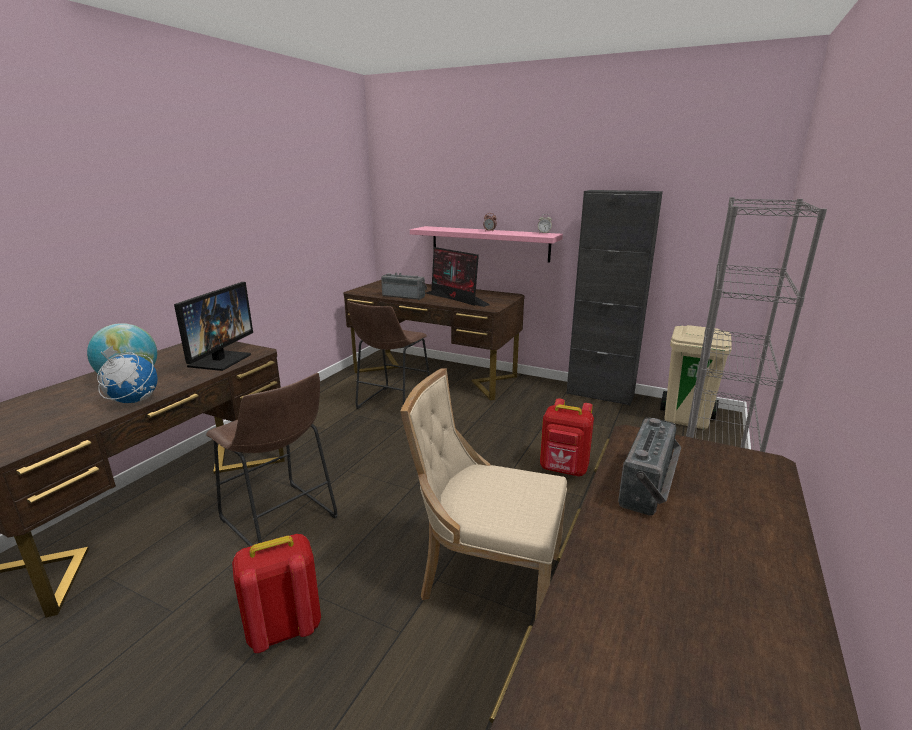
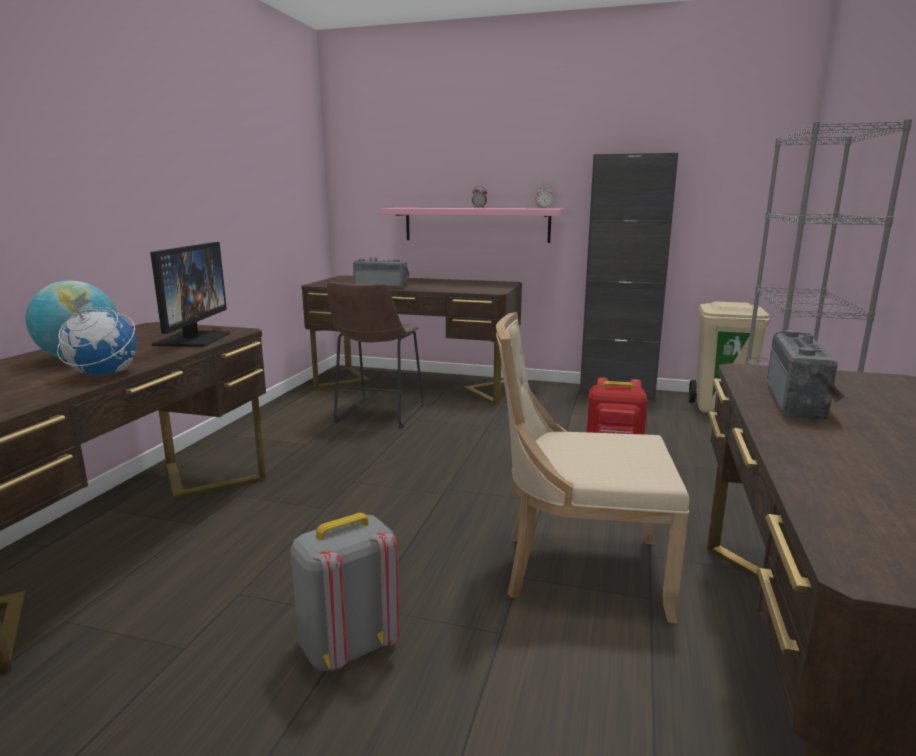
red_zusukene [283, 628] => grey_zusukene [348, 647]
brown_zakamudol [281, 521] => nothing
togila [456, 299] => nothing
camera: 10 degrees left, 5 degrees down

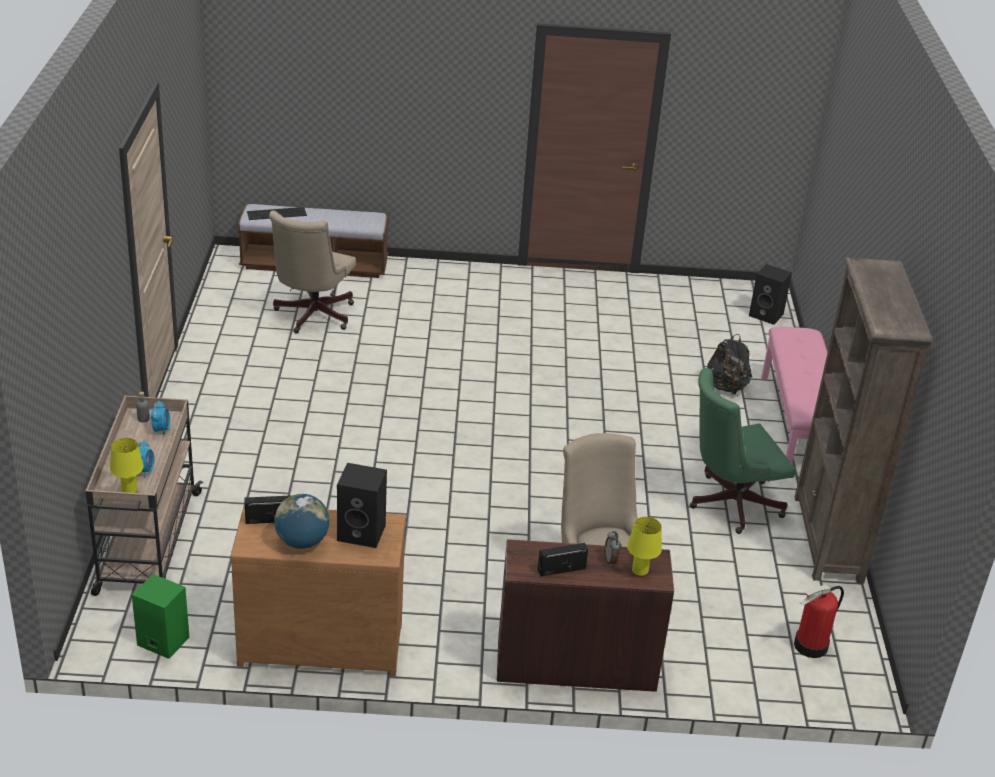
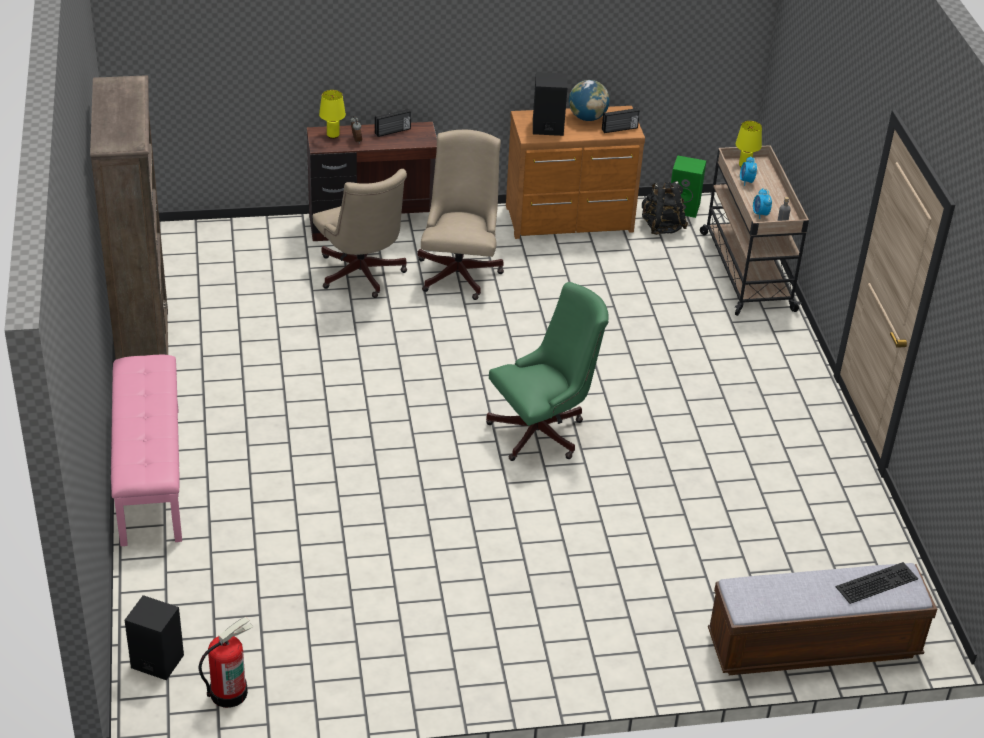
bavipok [811, 646] => bavipok [228, 692], move
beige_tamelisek [311, 316] => beige_tamelisek [460, 271], move
green_tamelisek [729, 503] => green_tamelisek [543, 431], move
black_zusukene [726, 387] => black_zusukene [662, 227], move
camera: 170 degrees right, 5 degrees up

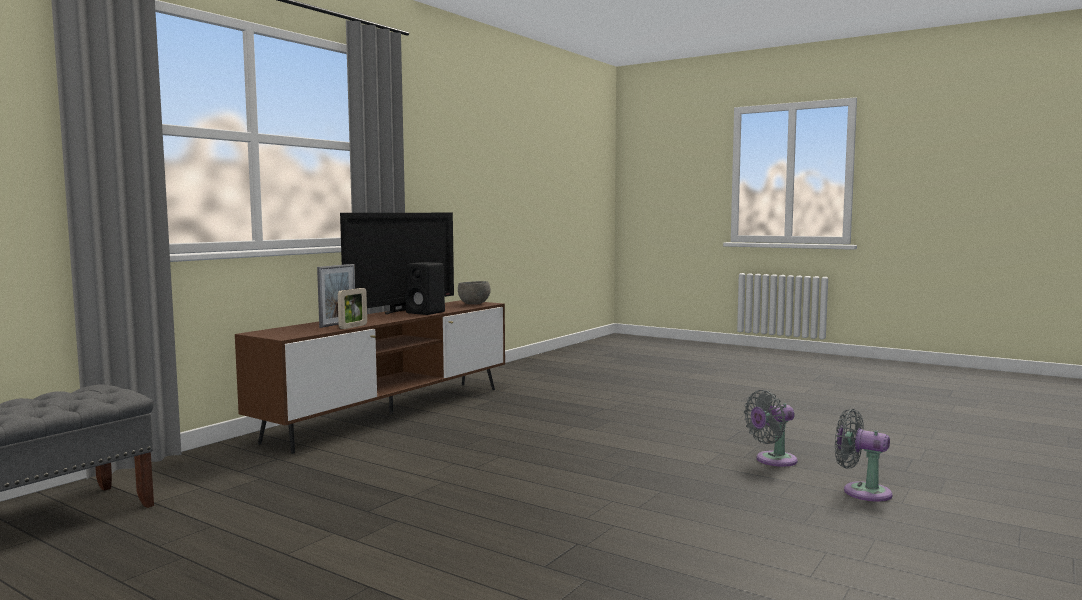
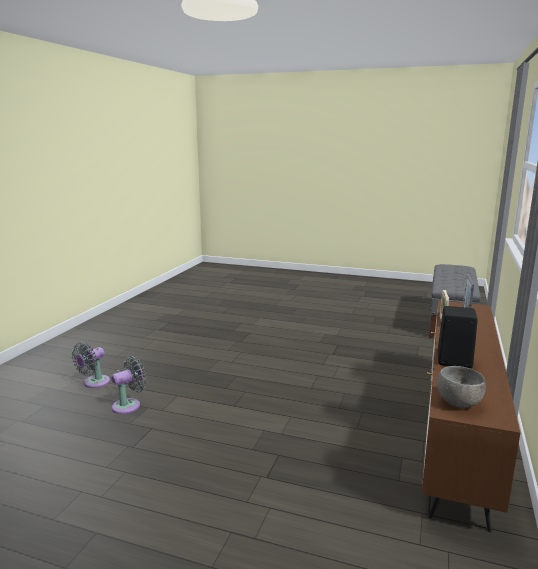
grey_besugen [861, 491] => grey_besugen [94, 383], 105 degrees clockwise
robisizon [401, 311] => nothing
camera: 165 degrees right, 10 degrees up

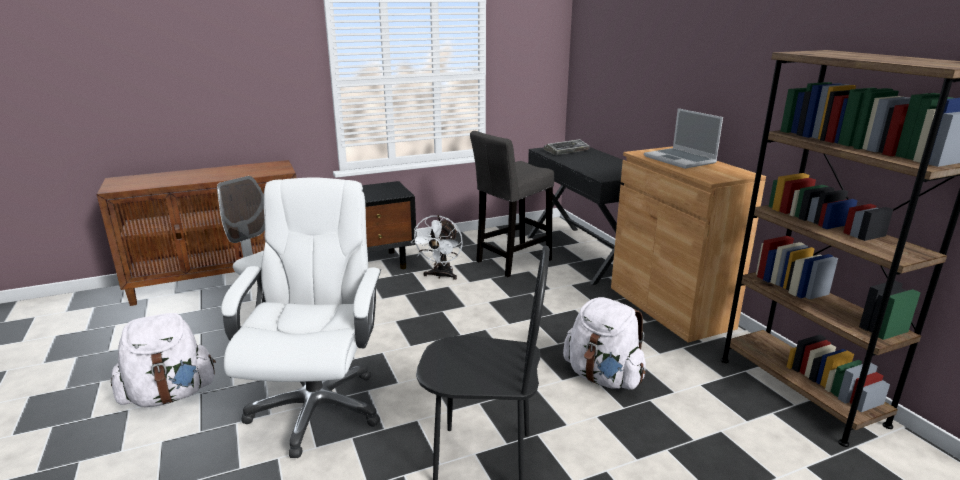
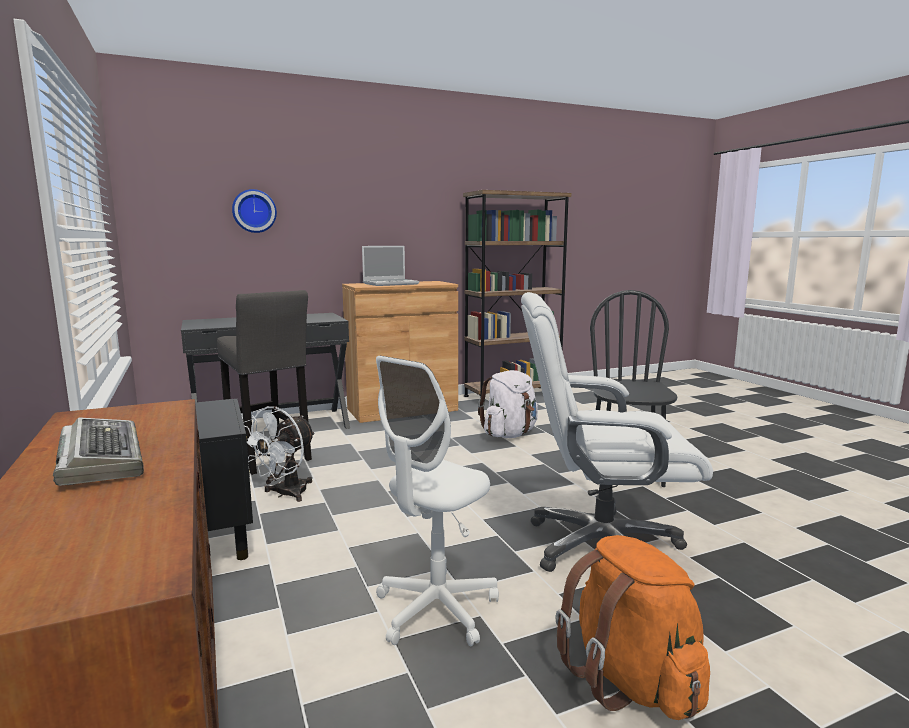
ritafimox [567, 151] => ritafimox [100, 459], move
nothing => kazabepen [254, 211]
white_besugen [440, 276] => white_besugen [285, 494], 105 degrees clockwise
white_zusukene [170, 395] => orange_zusukene [630, 680]
camera: 90 degrees left, 10 degrees down

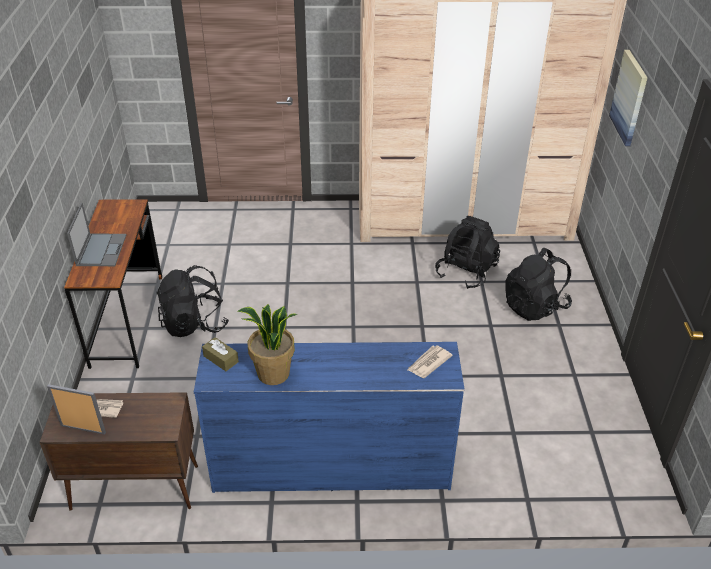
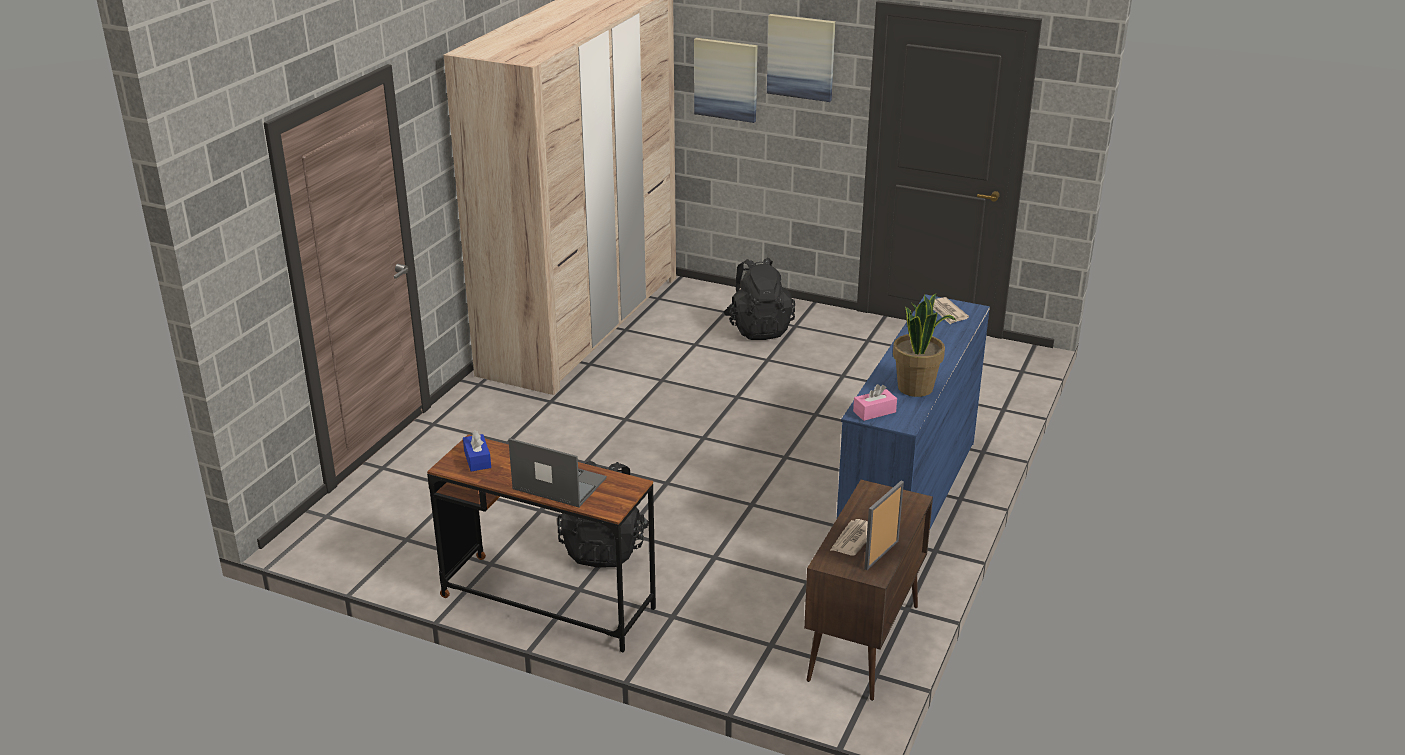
nothing => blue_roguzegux [477, 459]
nothing => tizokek [801, 57]
brown_roguzegux [221, 359] => pink_roguzegux [874, 412]
black_zusukene [466, 272] => nothing
camera: 65 degrees left, 10 degrees down

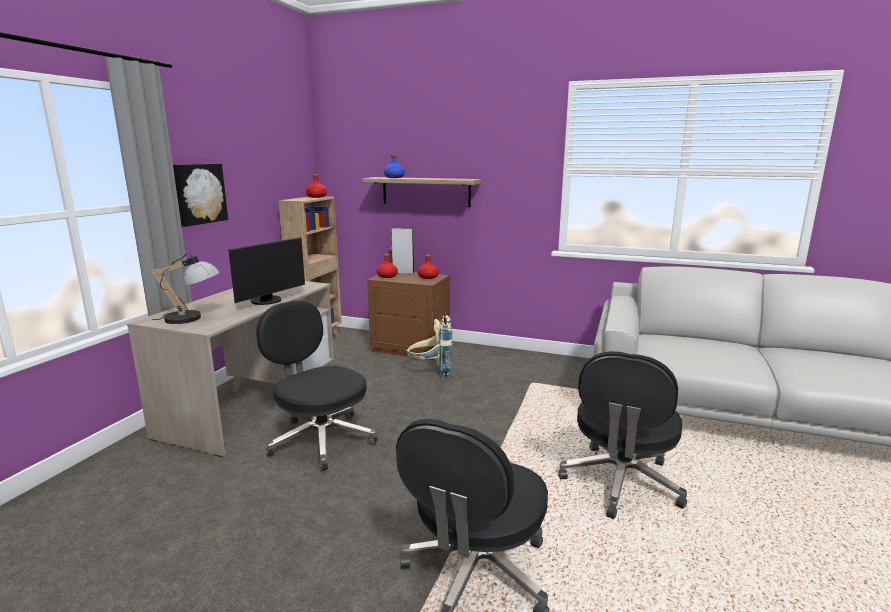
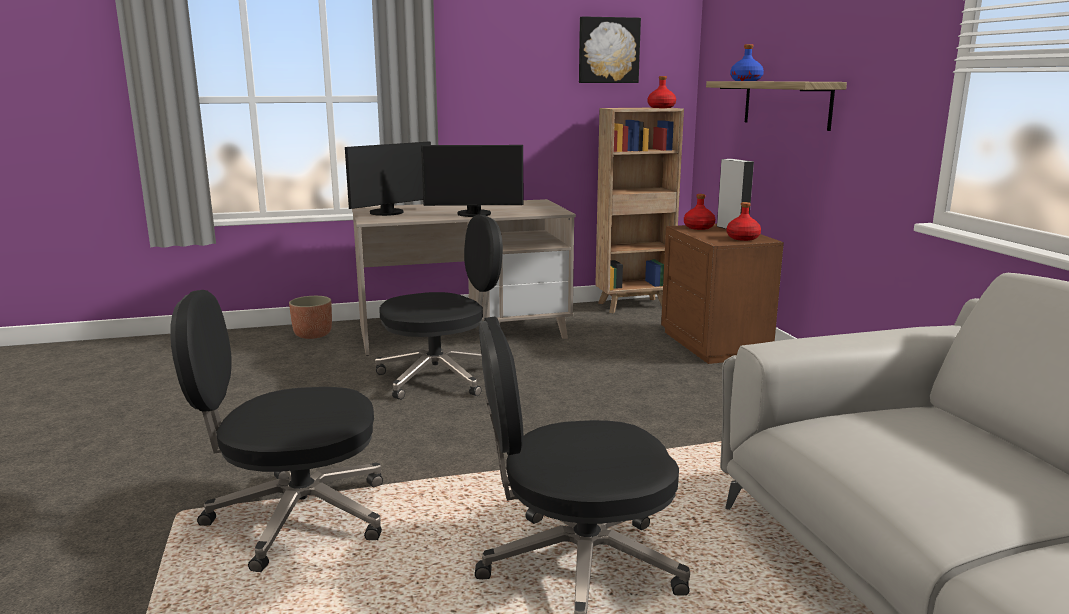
nothing => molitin [313, 334]
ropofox [193, 318] => togila [389, 213]
black_tamelisek [320, 439] => black_tamelisek [441, 377], 60 degrees clockwise
tizokek [199, 193] => tizokek [608, 50], move
beige_zusukene [431, 372] => nothing
camera: 55 degrees right, 0 degrees up

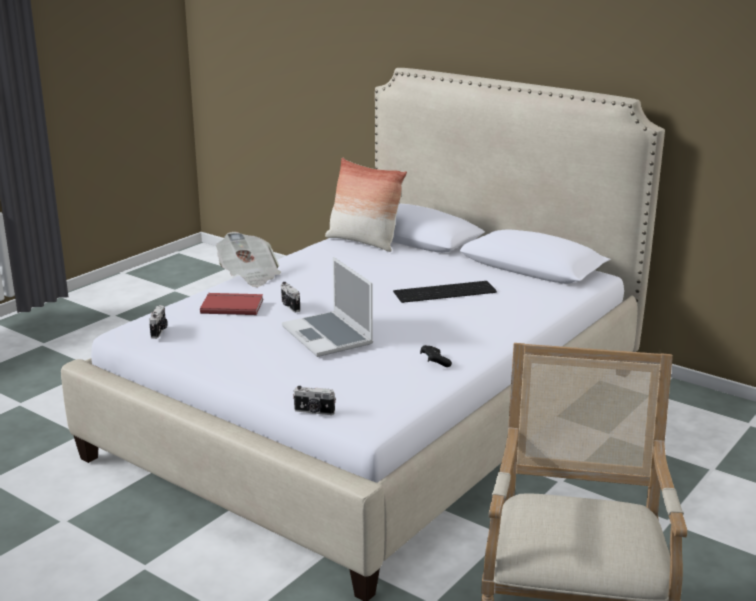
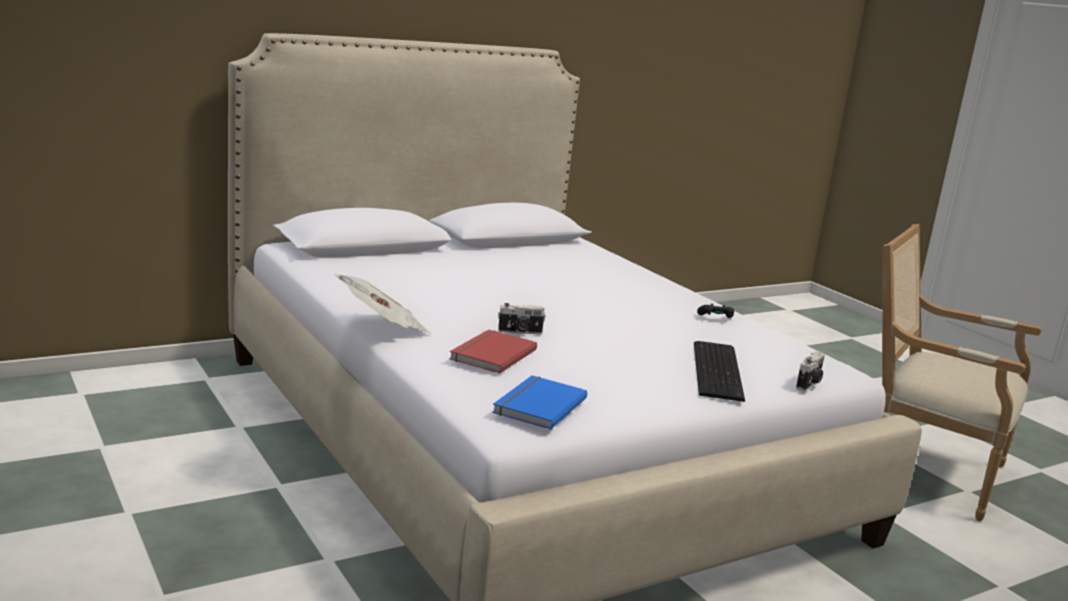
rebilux [159, 331] => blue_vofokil [537, 405]
ritafimox [446, 292] => ritafimox [719, 370], move
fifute [329, 336] => nothing
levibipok [363, 242] => nothing
camera: 70 degrees left, 5 degrees down

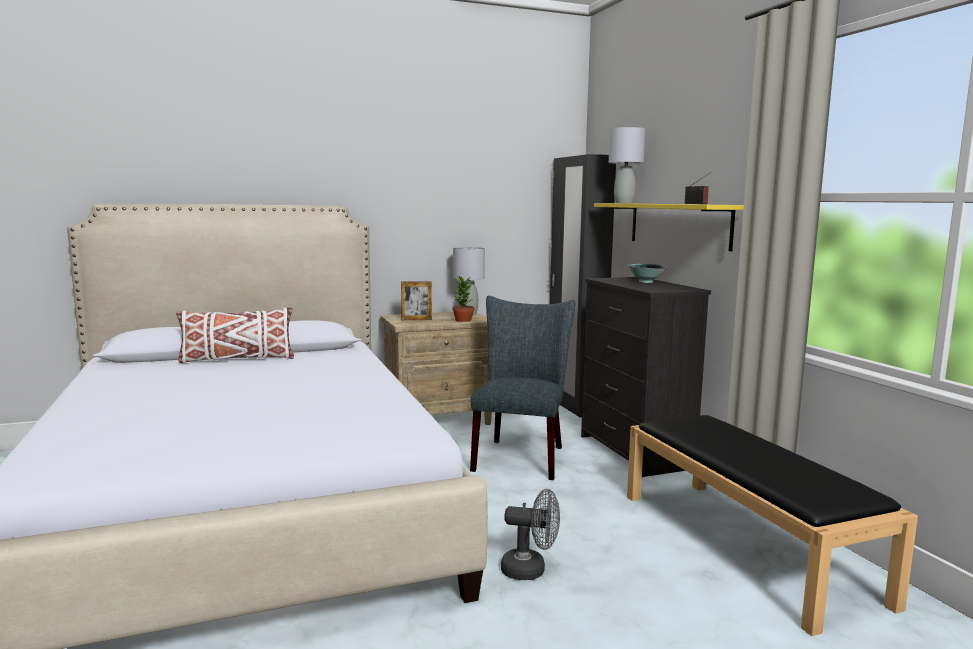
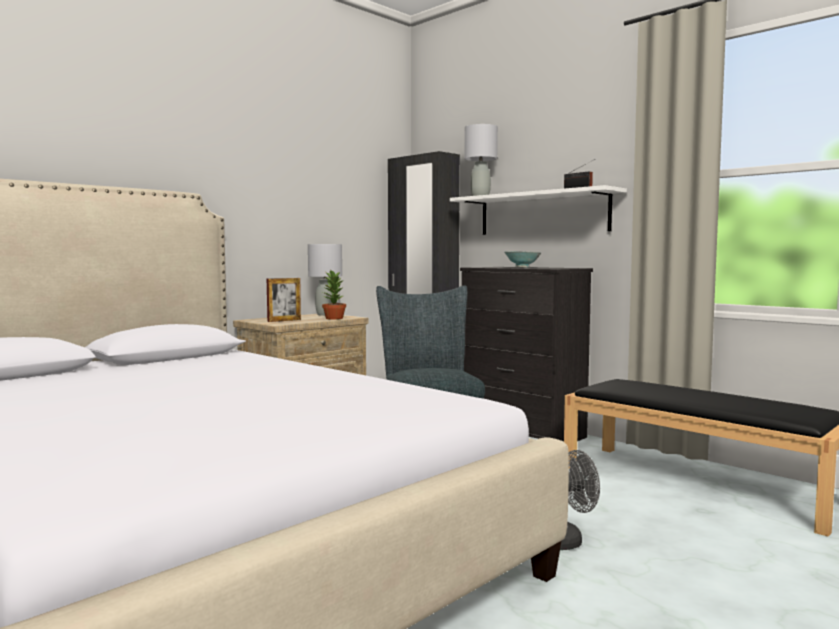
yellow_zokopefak [678, 224] => white_zokopefak [542, 213]
white_levibipok [237, 359] => nothing
camera: 25 degrees left, 5 degrees down

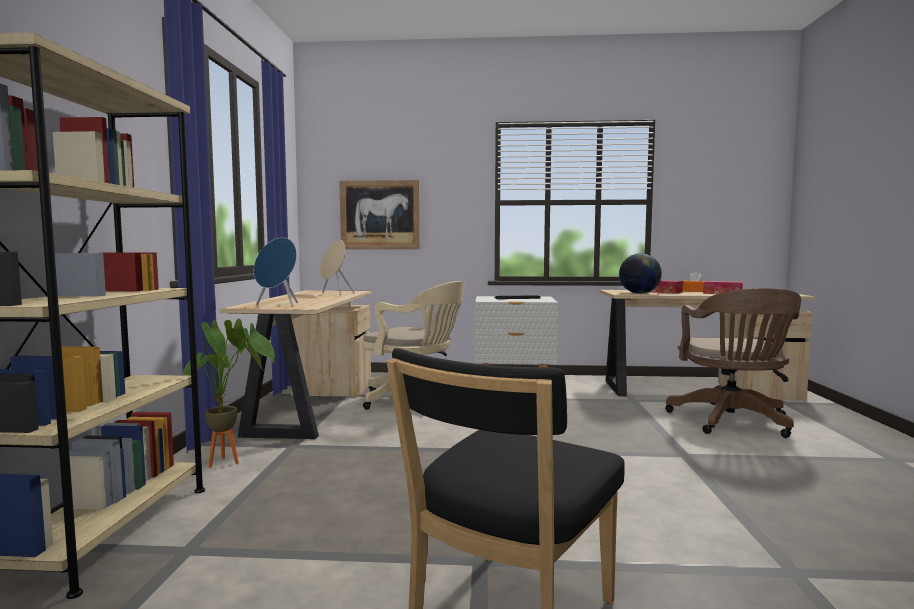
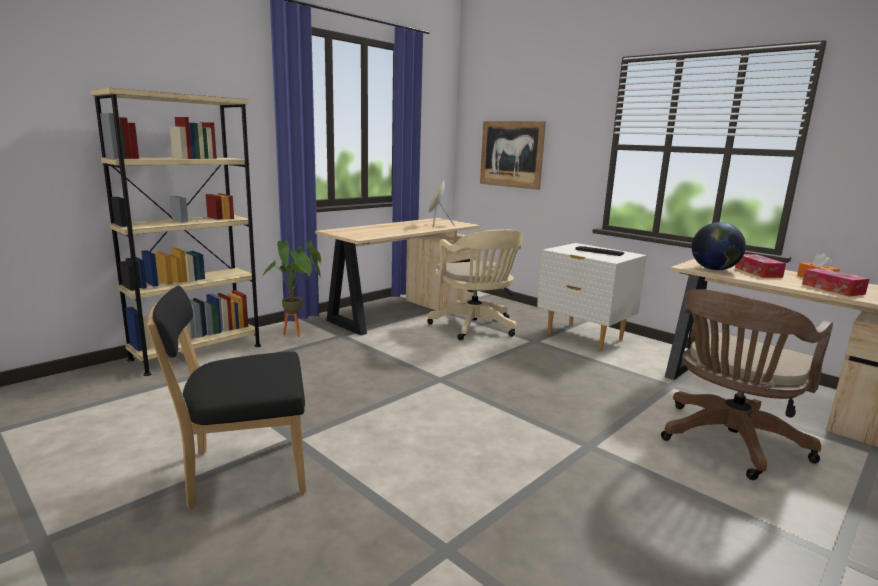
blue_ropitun [278, 305] => nothing
camera: 40 degrees right, 10 degrees up

